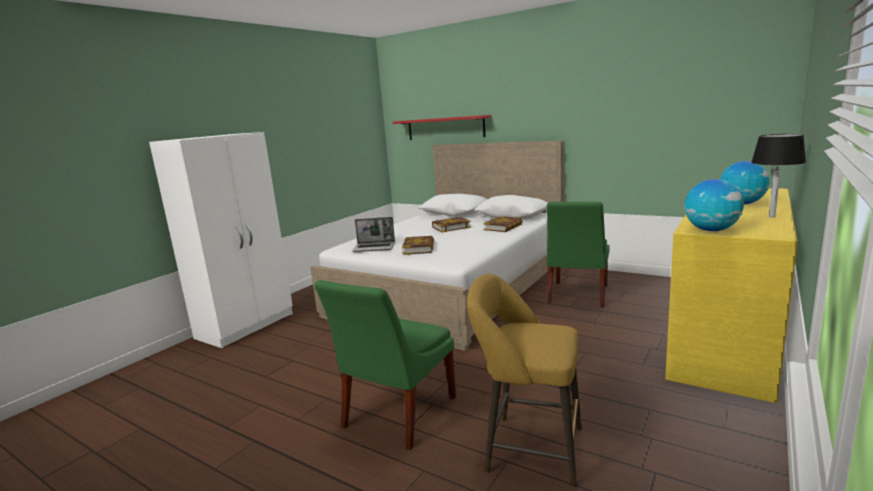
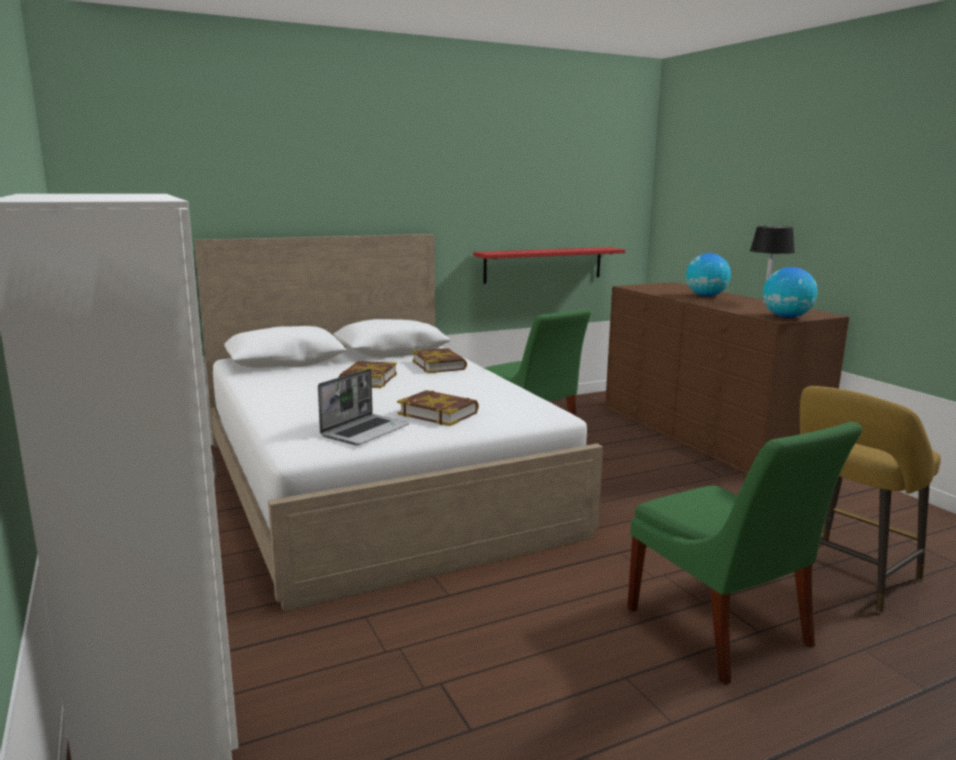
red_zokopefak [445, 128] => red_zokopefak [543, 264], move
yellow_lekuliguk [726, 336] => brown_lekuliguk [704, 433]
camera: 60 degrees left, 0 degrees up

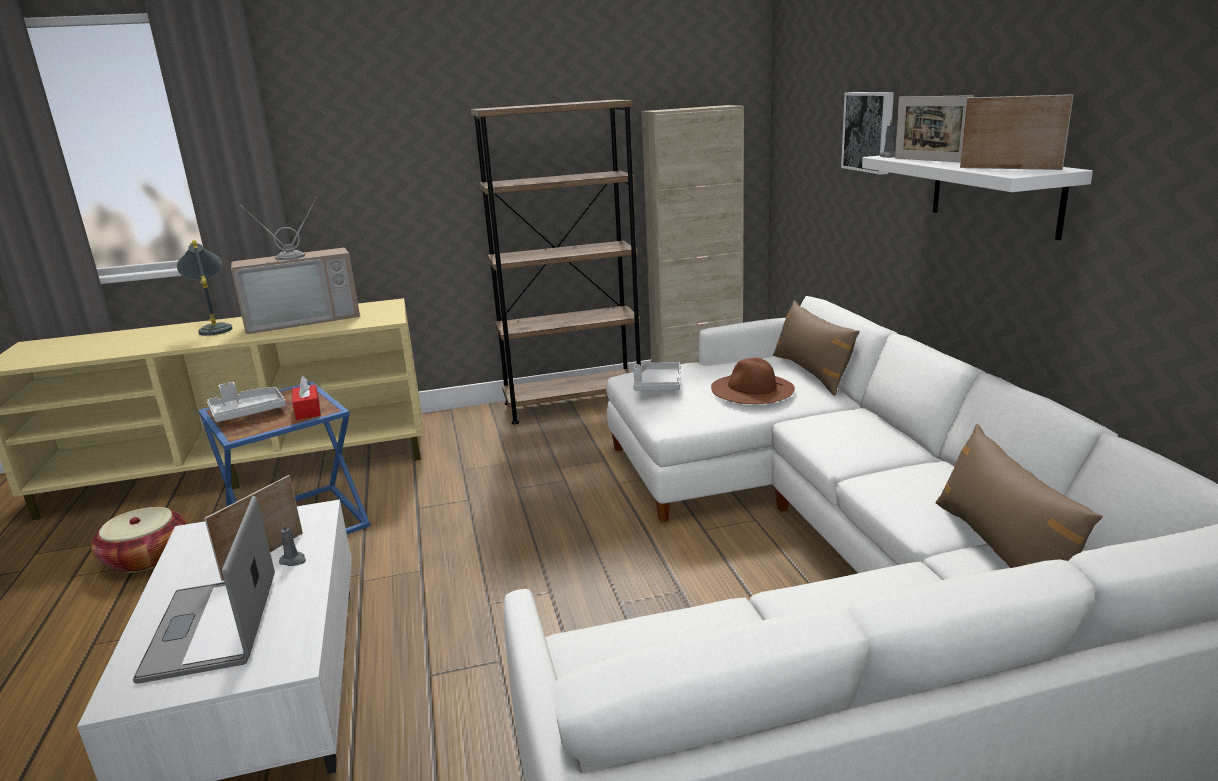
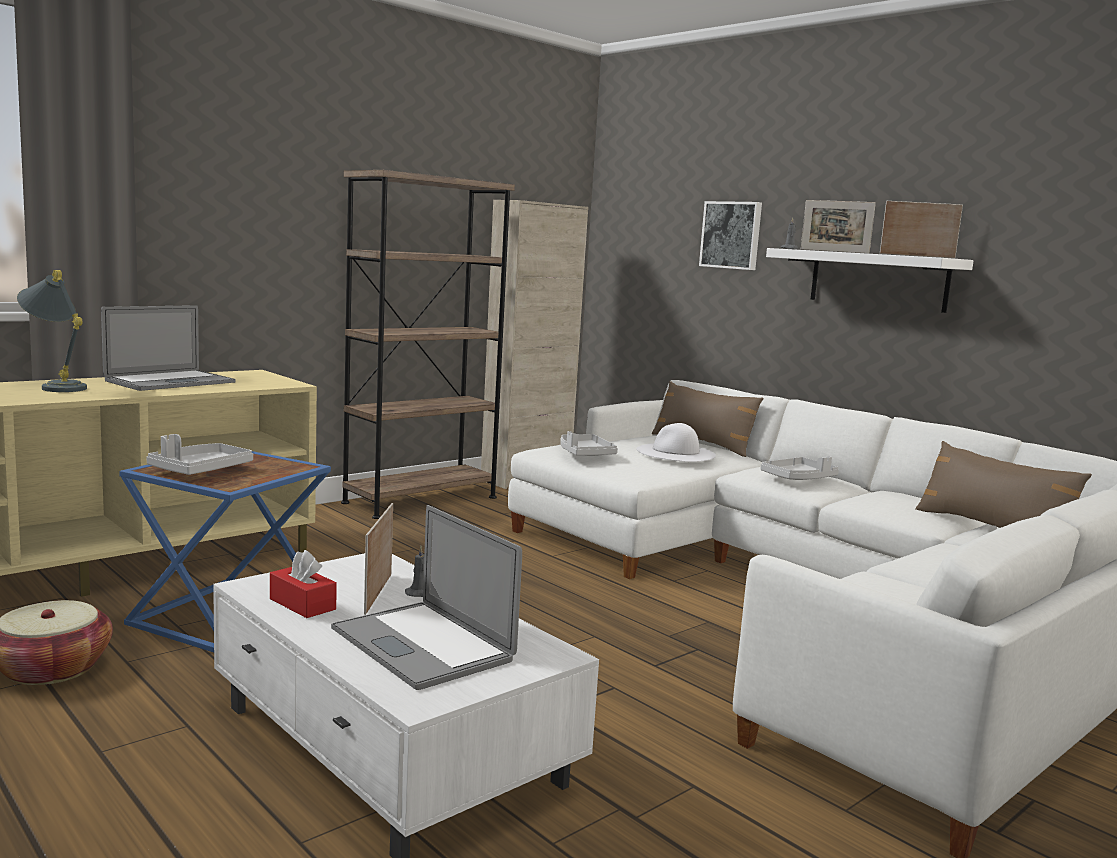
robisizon [303, 319] => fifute [170, 382]
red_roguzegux [308, 410] => red_roguzegux [302, 604], move
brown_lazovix [752, 388] => white_lazovix [675, 452]
nothing => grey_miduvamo [798, 478]
camera: 30 degrees left, 10 degrees down

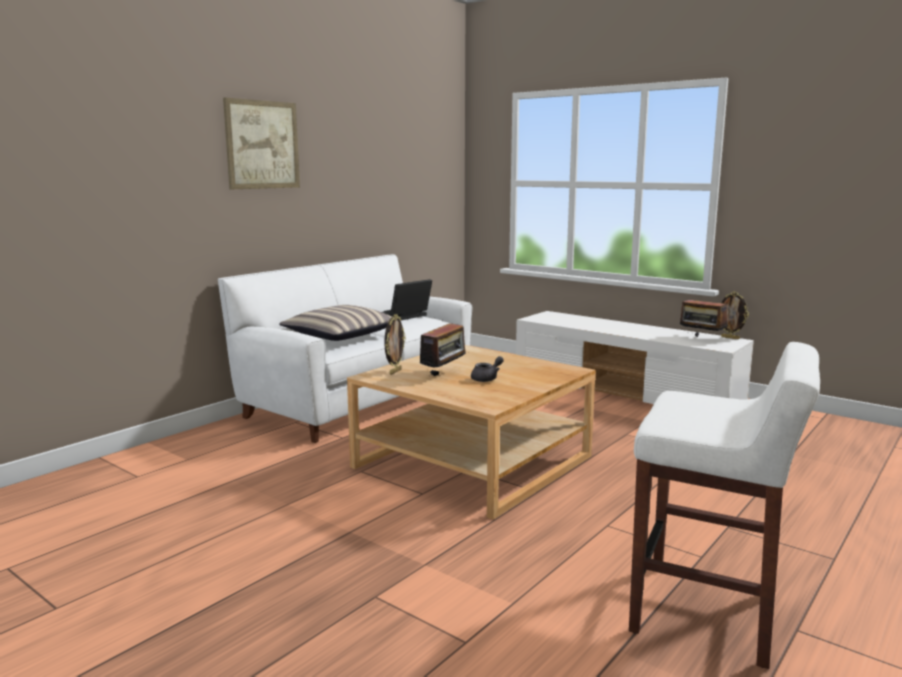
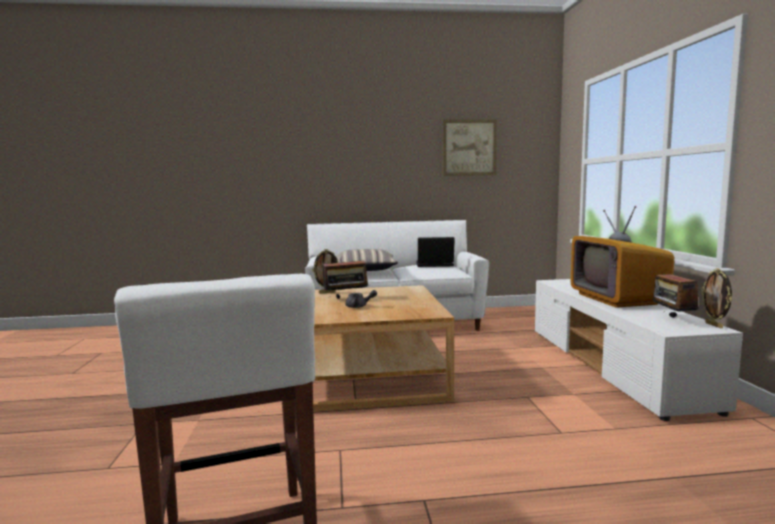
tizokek [262, 145] => tizokek [469, 147], move
nothing => robisizon [617, 299]
camera: 45 degrees right, 5 degrees down

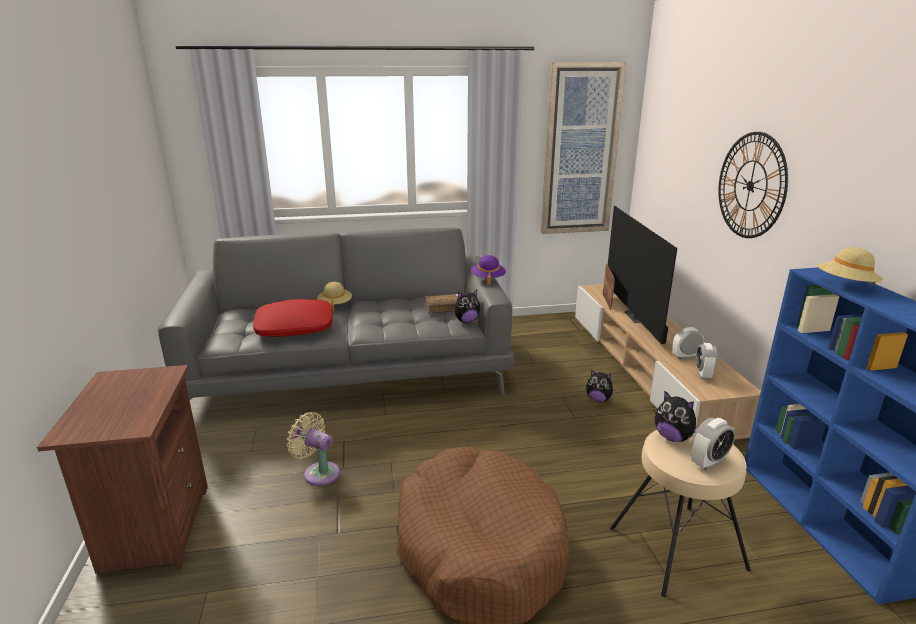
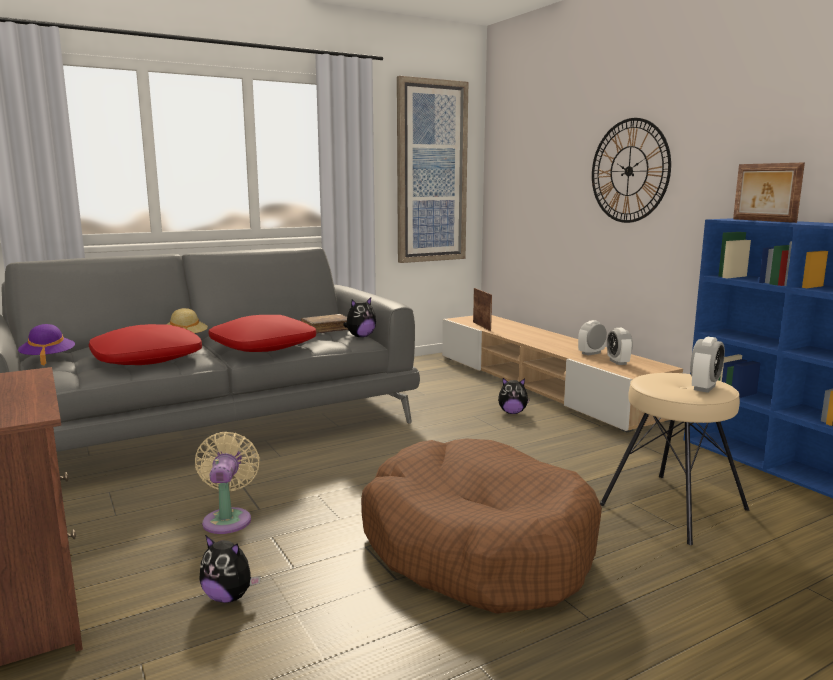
purple_lazovix [488, 279] => purple_lazovix [48, 359], move
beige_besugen [318, 472] => beige_besugen [228, 519], 75 degrees clockwise
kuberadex [673, 437] => kuberadex [229, 597], move
nothing => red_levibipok [263, 346]
beige_lazovix [845, 285] => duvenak [762, 220]
robisizon [638, 317] => nothing
camera: 20 degrees left, 10 degrees down

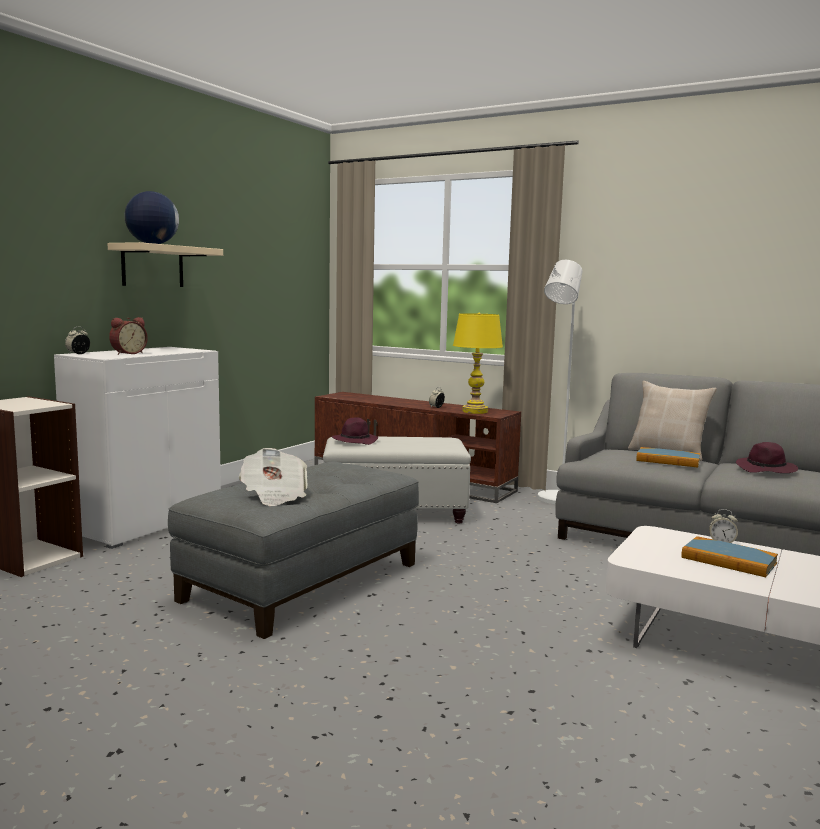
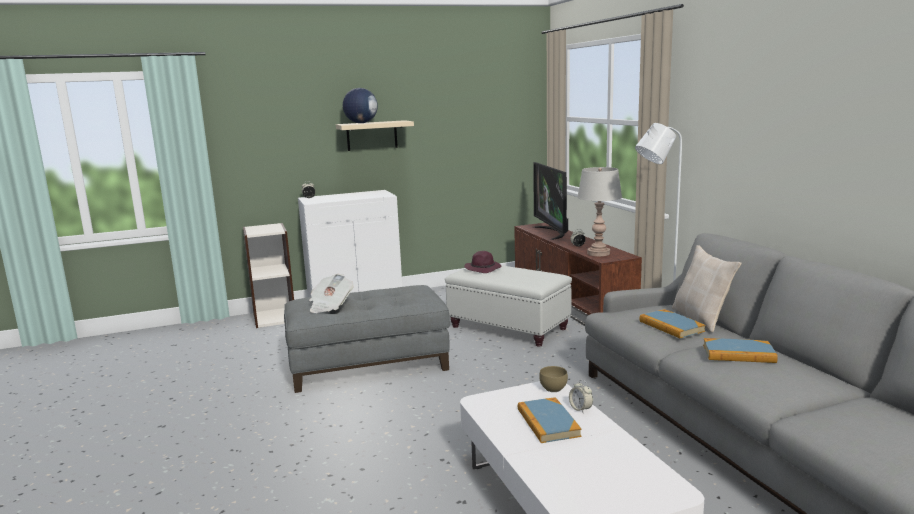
nothing => robisizon [552, 232]
nothing => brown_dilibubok [552, 389]
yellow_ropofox [475, 411] => grey_ropofox [598, 253]
purple_lazovix [766, 470] => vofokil [738, 354]
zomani [128, 353] => nothing
camera: 40 degrees right, 5 degrees up

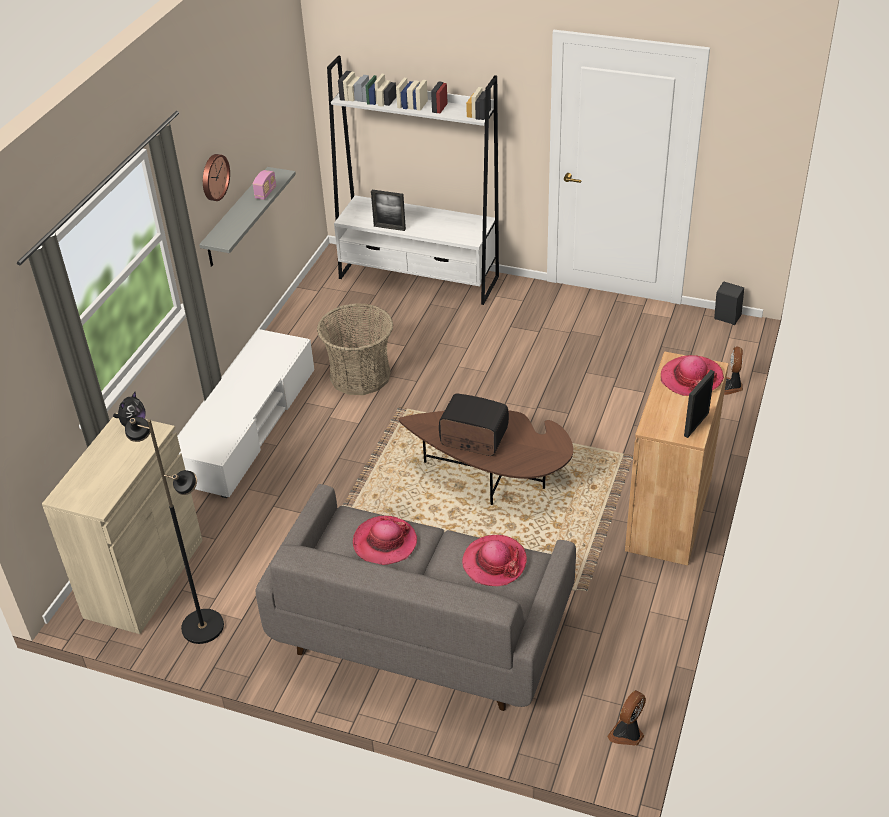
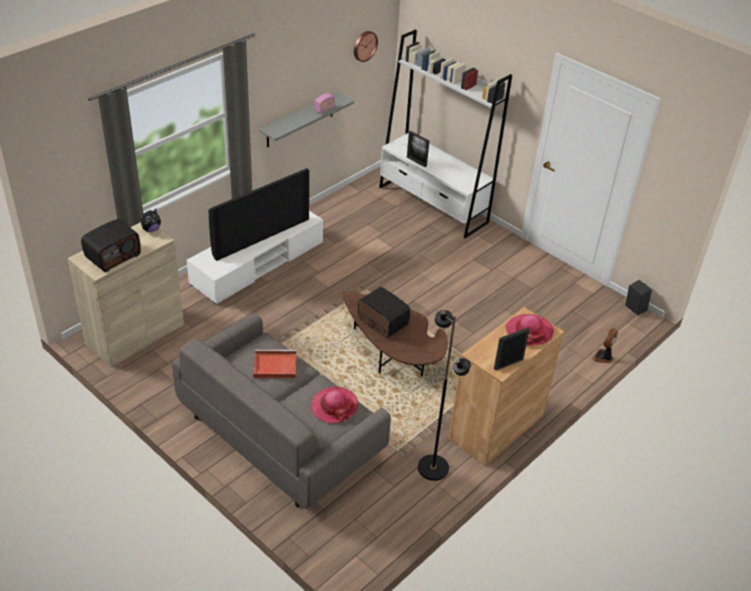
nothing => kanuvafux [113, 256]
nothing => robisizon [260, 236]
lazovix [385, 542] => red_miduvamo [274, 366]
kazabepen [214, 177] => kazabepen [364, 45], move
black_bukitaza [203, 626] => black_bukitaza [433, 467], move
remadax [360, 375] => nothing
besugen [627, 733] => nothing
camera: 20 degrees right, 0 degrees up

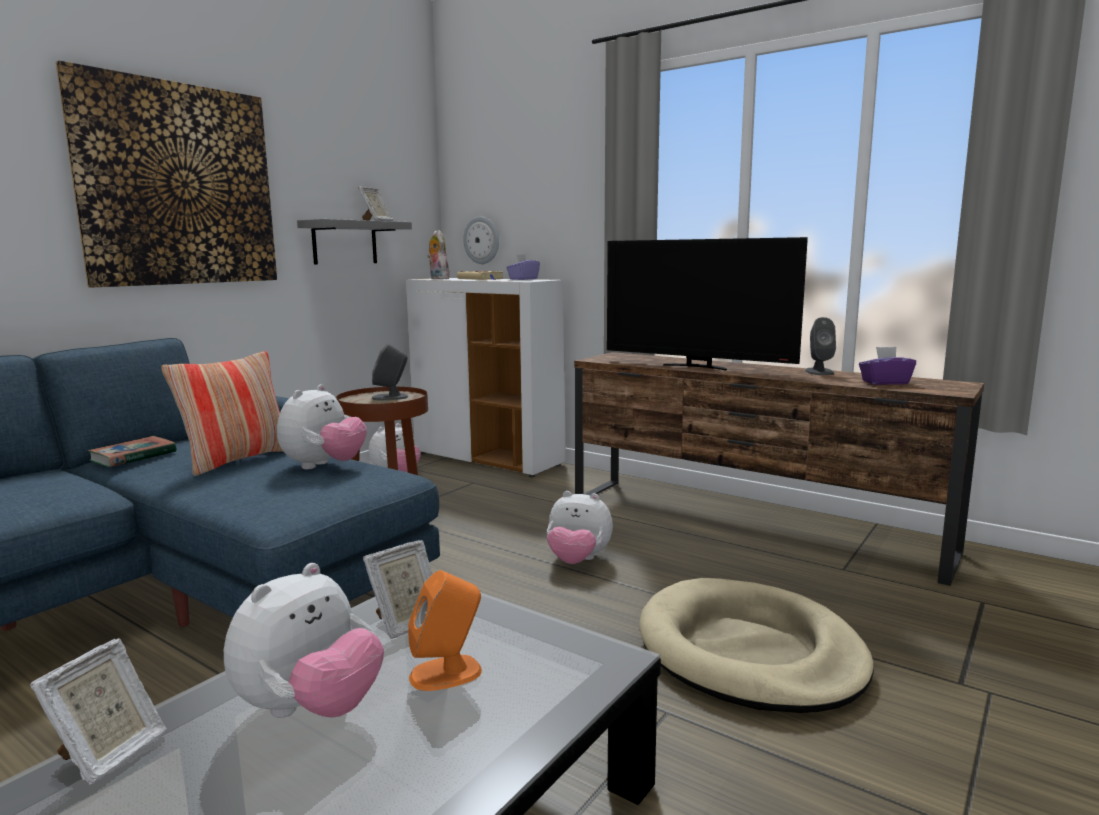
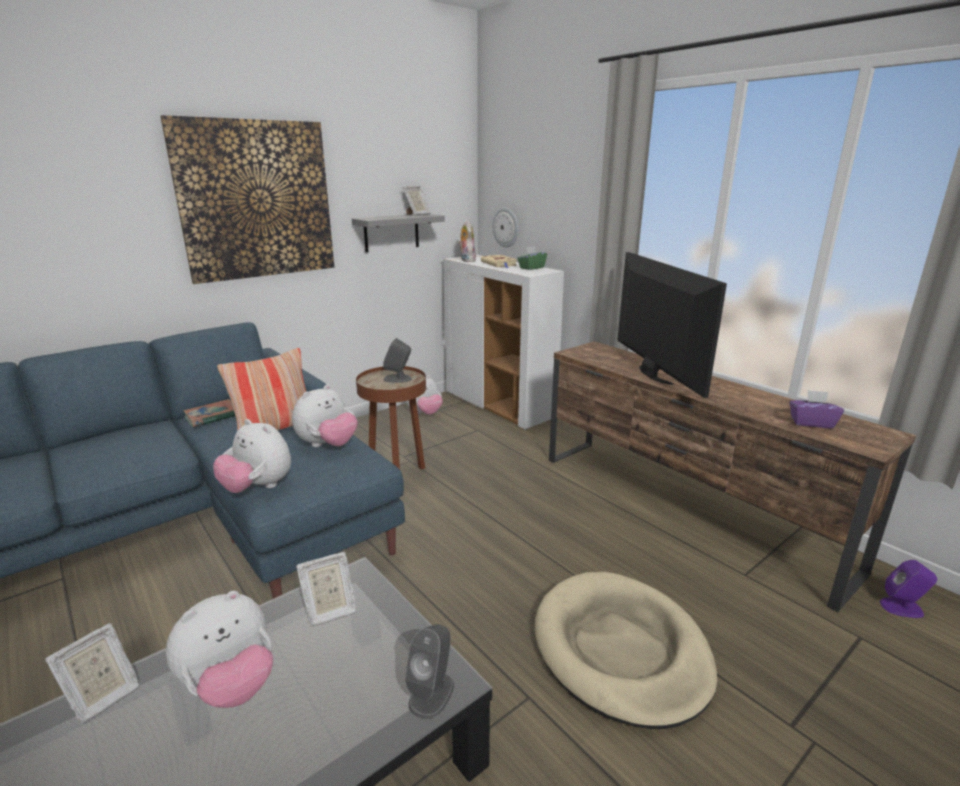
kuberadex [578, 561] => kuberadex [258, 487], move
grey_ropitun [819, 372] => grey_ropitun [432, 693], move
purple_roguzegux [523, 279] => green_roguzegux [531, 268]
robisizon [697, 367] => robisizon [652, 374], 150 degrees counterclockwise
nothing => purple_ropitun [902, 607]
orange_ropitun [446, 673] => nothing
camera: 15 degrees right, 10 degrees up

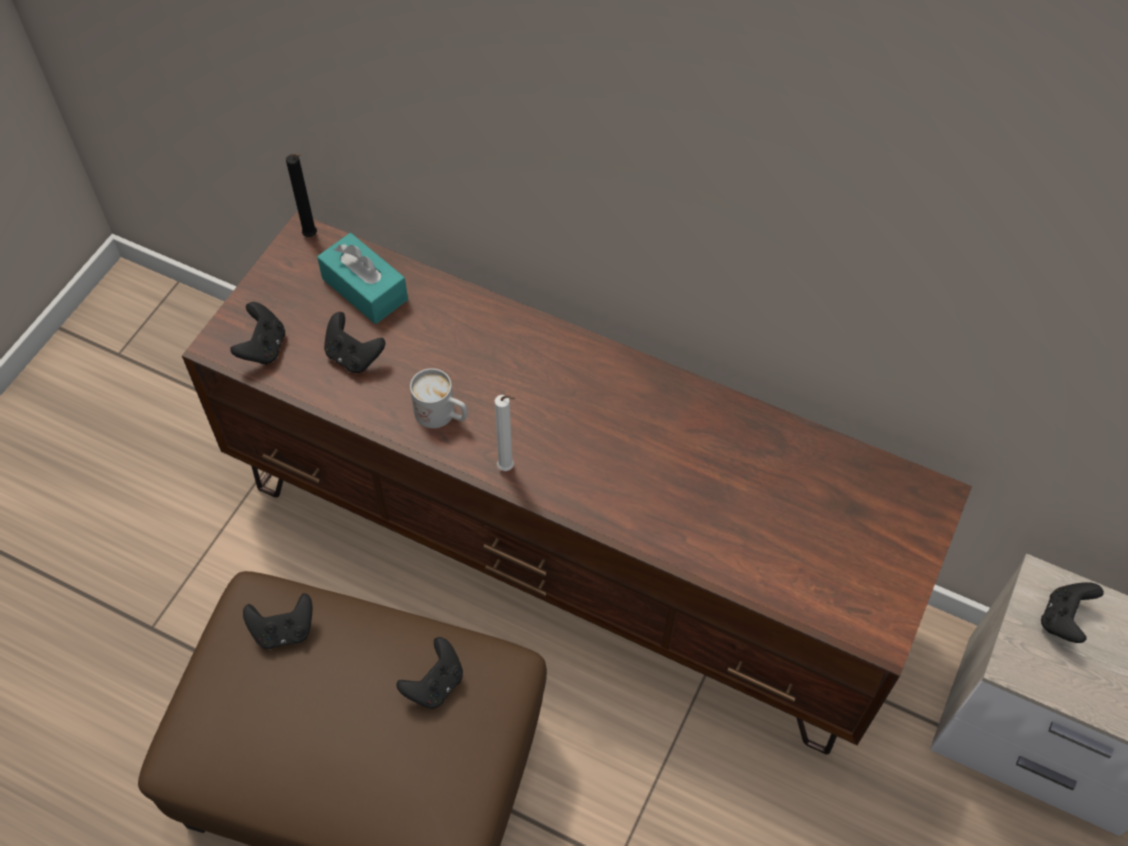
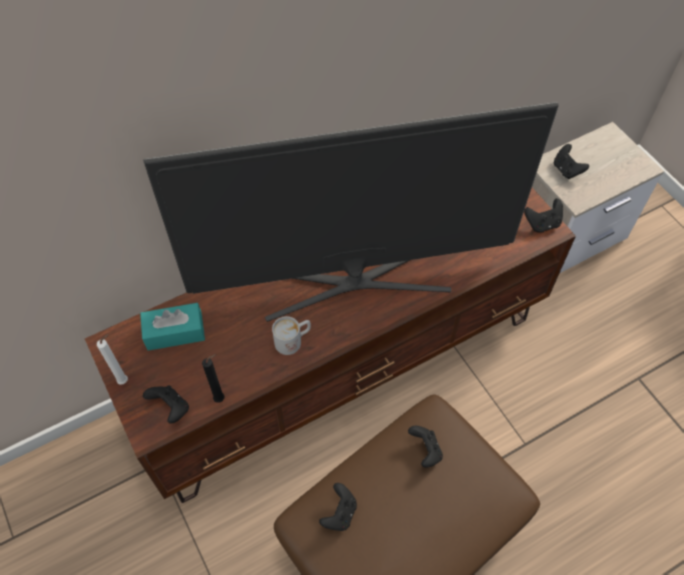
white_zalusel [508, 468] => white_zalusel [125, 380], move
nothing => robisizon [354, 279]
black_zalusel [312, 236] => black_zalusel [221, 398], move
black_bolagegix [353, 356] => black_bolagegix [542, 224], move
camera: 55 degrees left, 0 degrees up

